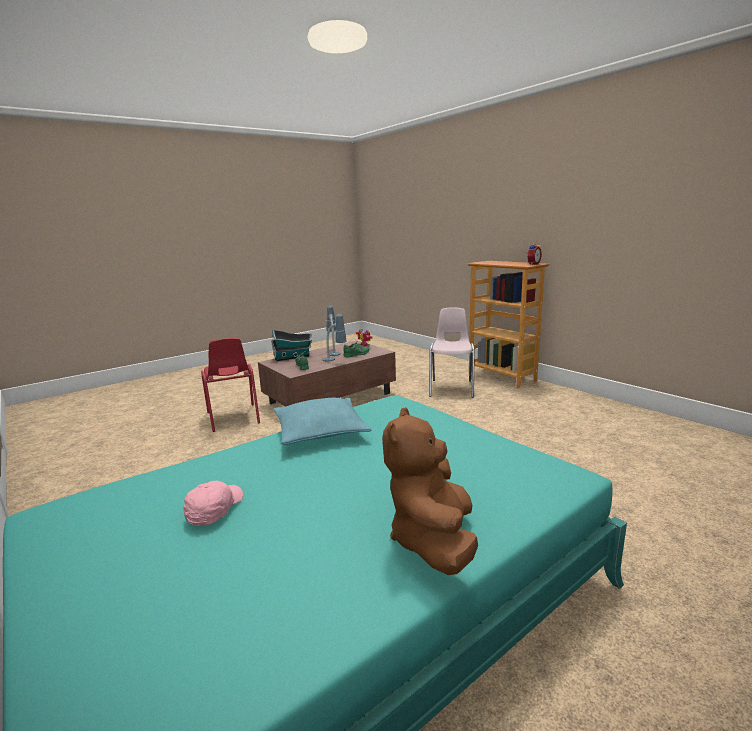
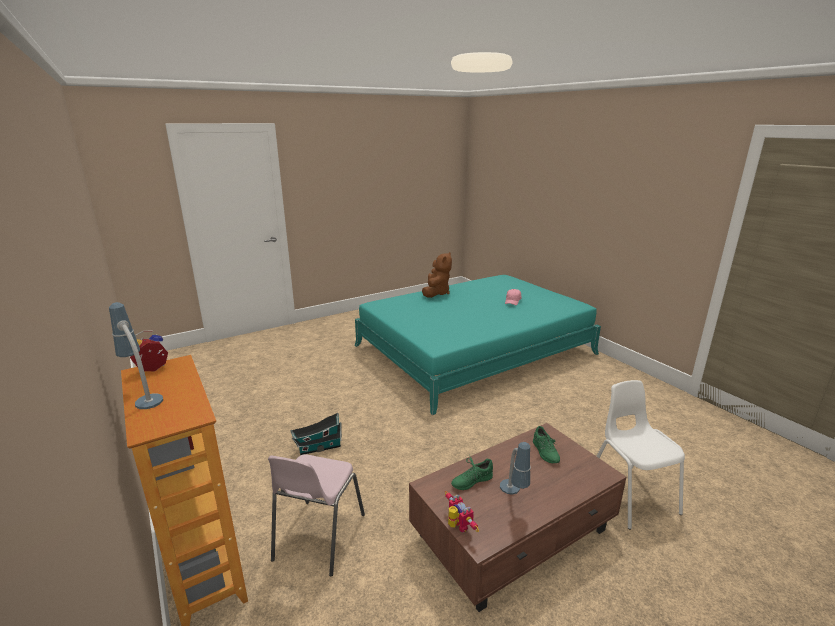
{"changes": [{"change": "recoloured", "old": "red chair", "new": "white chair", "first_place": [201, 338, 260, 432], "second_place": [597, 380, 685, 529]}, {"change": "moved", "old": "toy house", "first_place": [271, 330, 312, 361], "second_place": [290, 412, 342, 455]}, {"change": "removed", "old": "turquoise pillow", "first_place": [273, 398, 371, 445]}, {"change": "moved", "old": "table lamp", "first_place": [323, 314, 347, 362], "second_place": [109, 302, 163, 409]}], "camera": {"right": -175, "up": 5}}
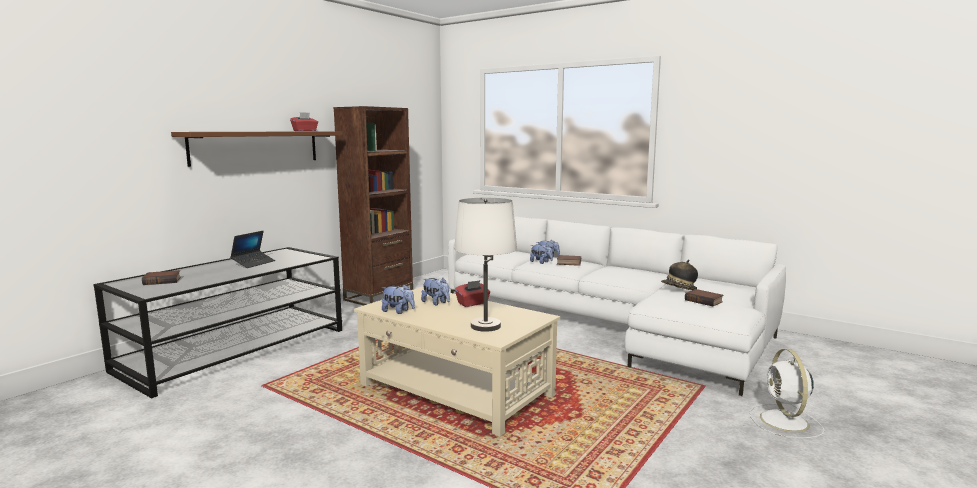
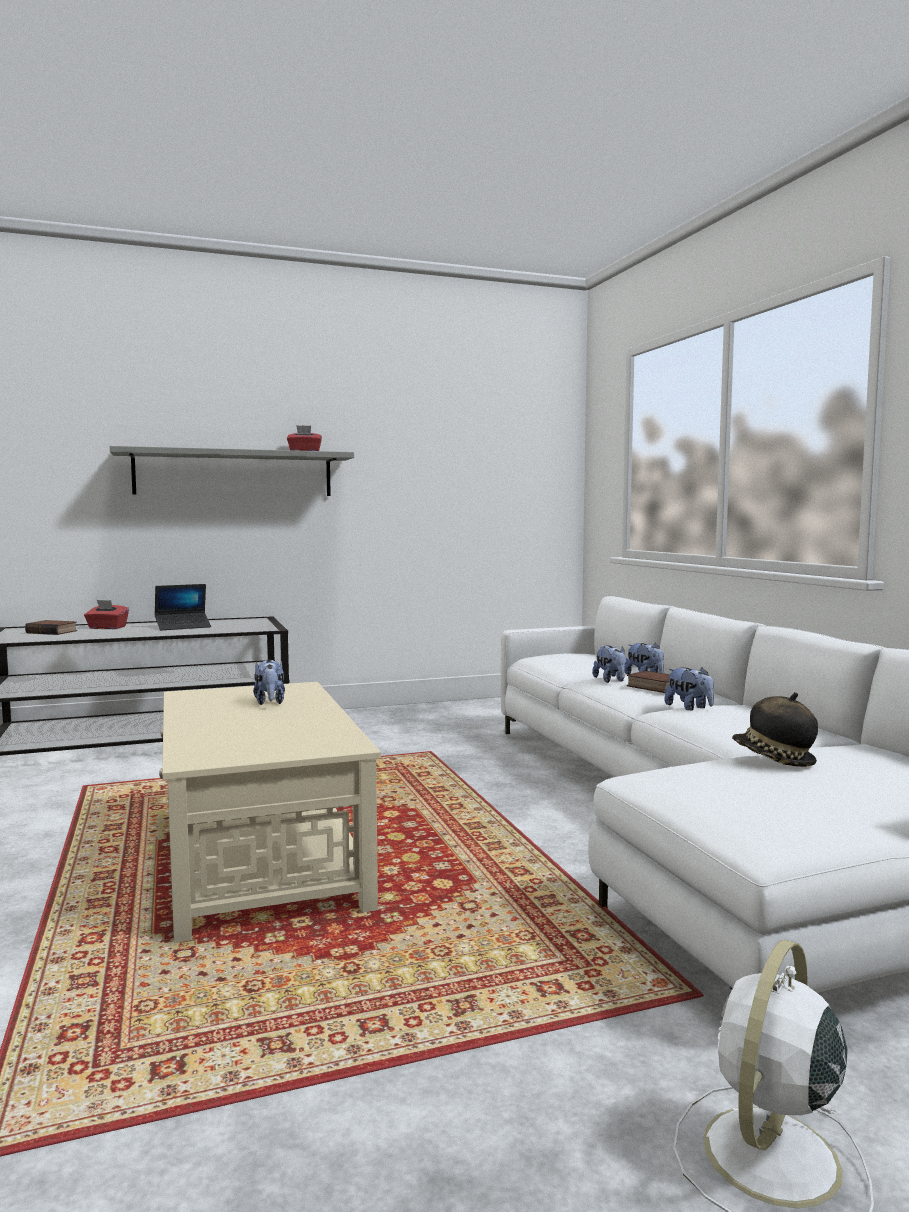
{"changes": [{"change": "recoloured", "old": "brown shelf", "new": "grey shelf", "first_place": [171, 131, 342, 167], "second_place": [110, 446, 354, 496]}, {"change": "removed", "old": "brown bookcase", "first_place": [333, 106, 413, 306]}, {"change": "moved", "old": "plush toy", "first_place": [382, 284, 415, 314], "second_place": [664, 667, 714, 710]}, {"change": "removed", "old": "white table lamp", "first_place": [454, 198, 517, 332]}, {"change": "moved", "old": "red tissue box", "first_place": [455, 280, 490, 307], "second_place": [84, 600, 129, 629]}, {"change": "removed", "old": "book", "first_place": [685, 289, 723, 307]}], "camera": {"right": 35, "up": -5}}
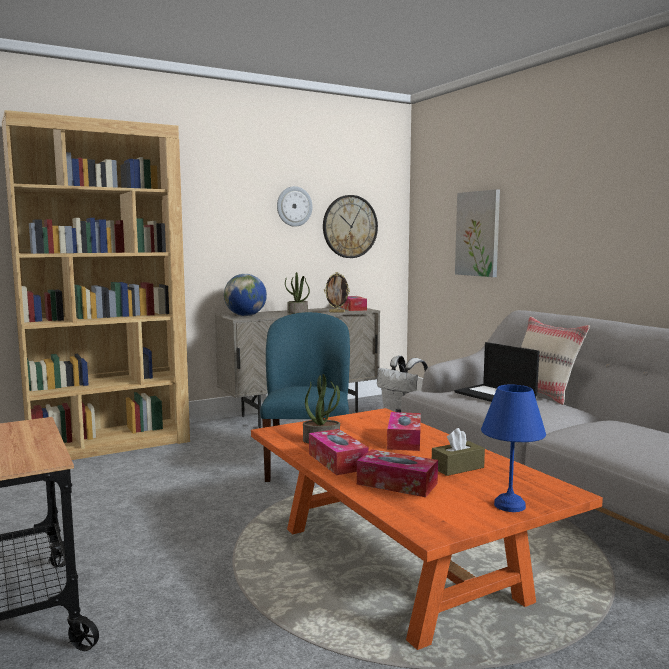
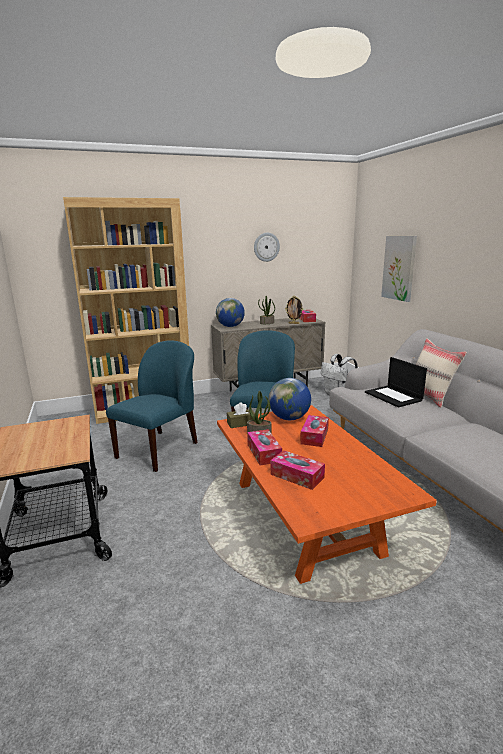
{"changes": [{"change": "removed", "old": "wall clock", "first_place": [323, 195, 378, 258]}, {"change": "moved", "old": "brown tissue box", "first_place": [432, 428, 485, 476], "second_place": [227, 402, 255, 428]}, {"change": "removed", "old": "blue table lamp", "first_place": [481, 385, 546, 512]}, {"change": "added", "new": "blue chair", "second_place": [106, 340, 198, 472]}, {"change": "added", "new": "globe", "second_place": [268, 378, 311, 420]}], "camera": {"right": 10, "up": 10}}
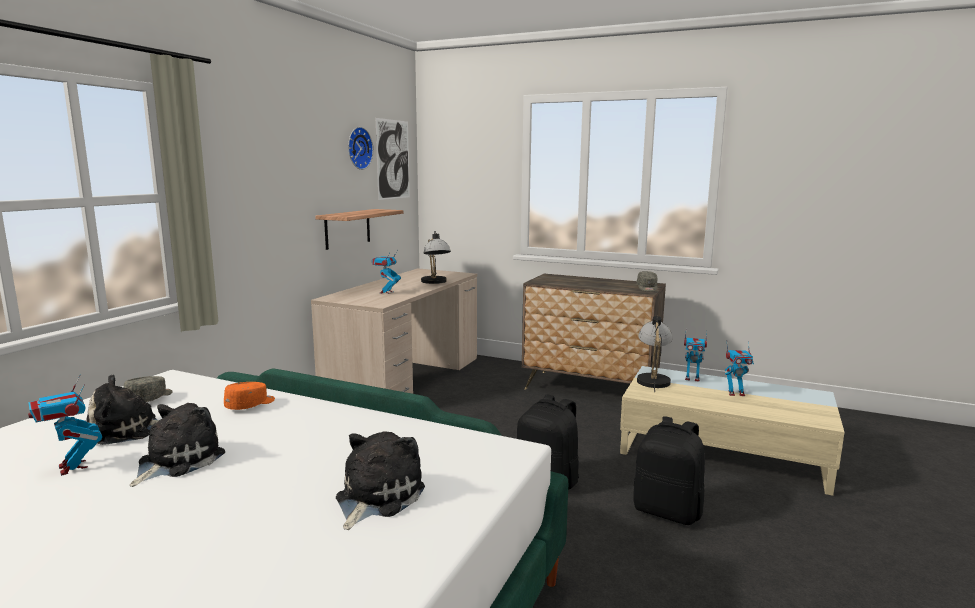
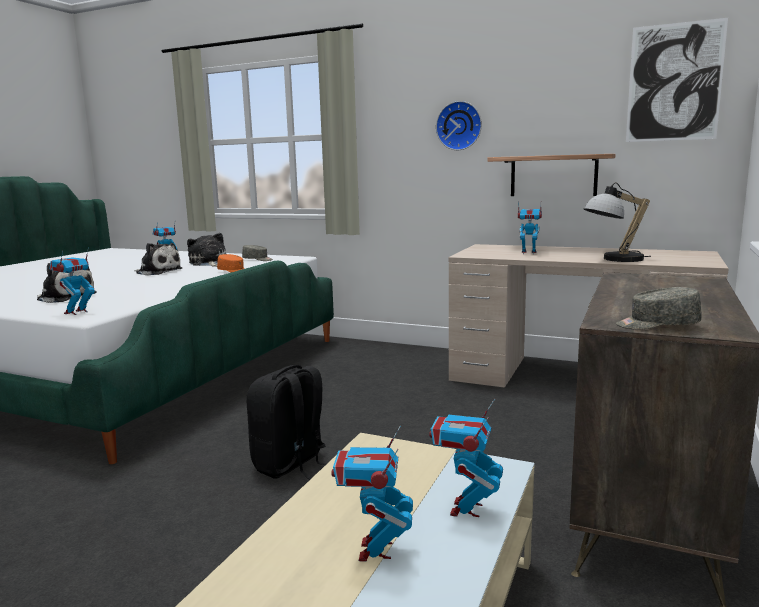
{"changes": [{"change": "moved", "old": "wall clock", "first_place": [348, 127, 373, 170], "second_place": [436, 101, 482, 150]}, {"change": "removed", "old": "black backpack", "first_place": [633, 416, 705, 525]}, {"change": "removed", "old": "table lamp", "first_place": [637, 315, 672, 392]}, {"change": "added", "new": "toy robot", "second_place": [50, 247, 95, 315]}], "camera": {"right": 90, "up": 0}}
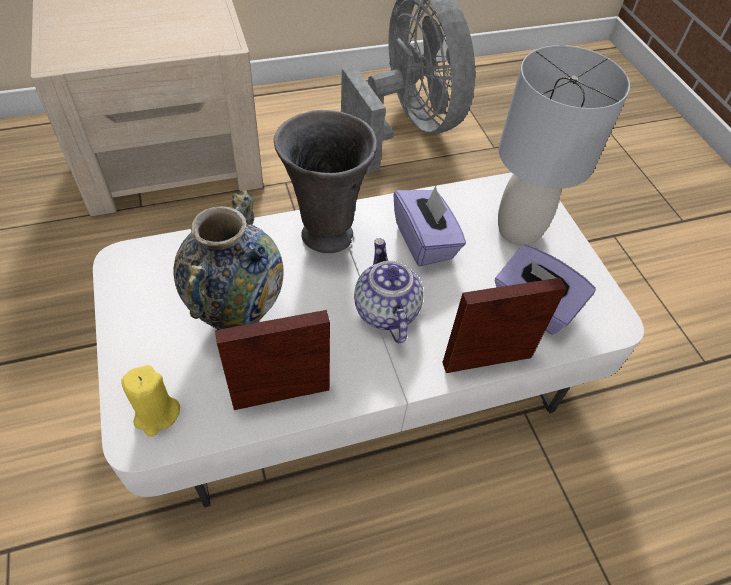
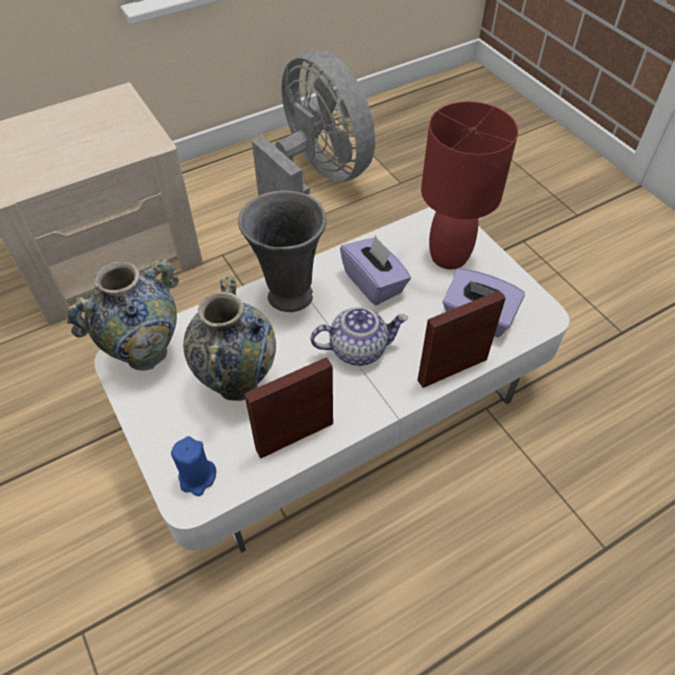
{"changes": [{"change": "recoloured", "old": "yellow candle", "new": "blue candle", "first_place": [121, 365, 180, 437], "second_place": [171, 436, 216, 496]}, {"change": "turned", "old": "teapot", "first_place": [354, 238, 423, 343], "second_place": [310, 307, 408, 366], "degrees": 105}, {"change": "recoloured", "old": "grey table lamp", "new": "red table lamp", "first_place": [498, 45, 630, 246], "second_place": [421, 101, 518, 269]}, {"change": "added", "new": "vase", "second_place": [67, 258, 179, 371]}], "camera": {"right": -10, "up": 0}}
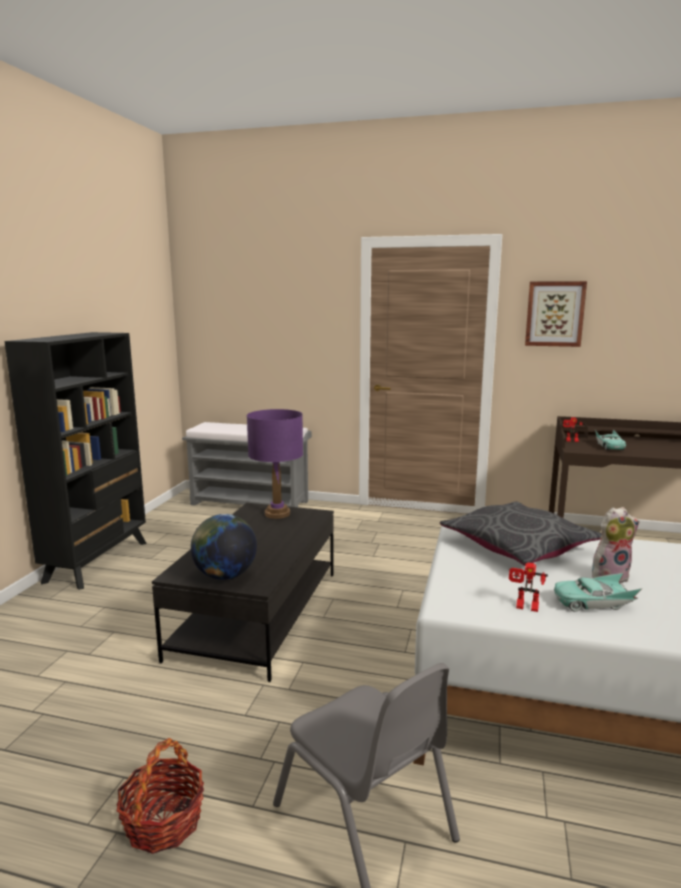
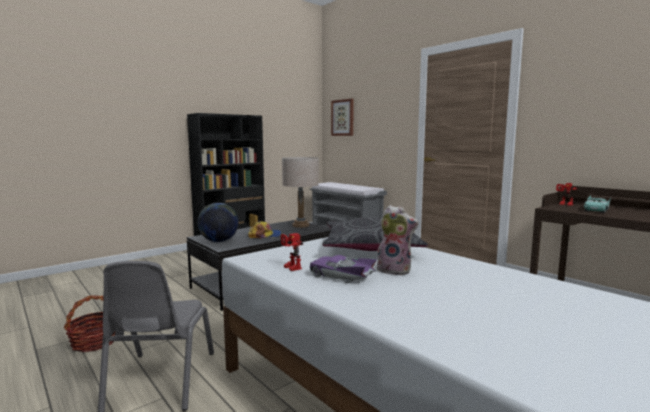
{"changes": [{"change": "recoloured", "old": "purple table lamp", "new": "beige table lamp", "first_place": [247, 409, 303, 519], "second_place": [282, 157, 319, 228]}, {"change": "moved", "old": "picture", "first_place": [525, 281, 587, 347], "second_place": [331, 99, 354, 136]}, {"change": "recoloured", "old": "turquoise toy car", "new": "purple toy car", "first_place": [554, 573, 641, 612], "second_place": [310, 255, 377, 283]}, {"change": "added", "new": "cap", "second_place": [248, 221, 281, 239]}], "camera": {"right": 35, "up": -5}}
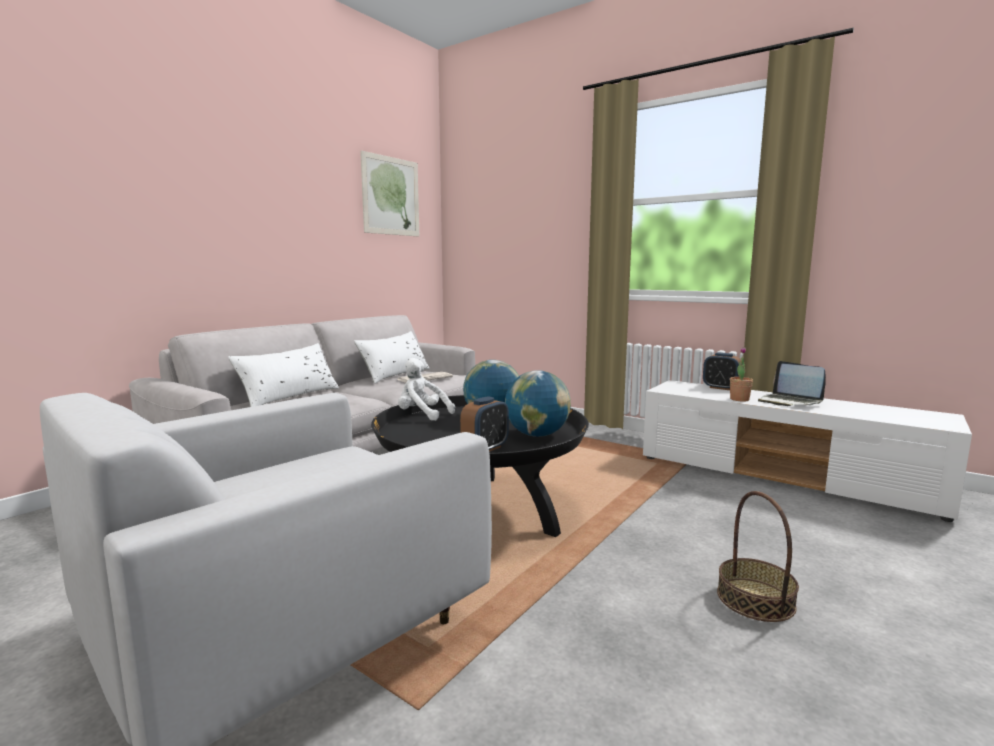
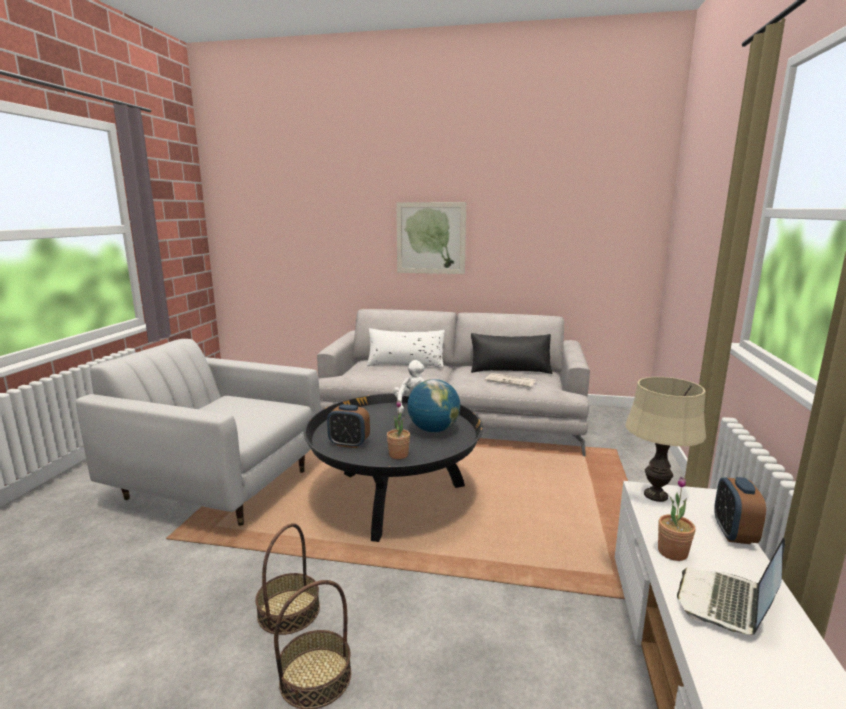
{"changes": [{"change": "recoloured", "old": "white pillow", "new": "black pillow", "first_place": [354, 331, 430, 384], "second_place": [471, 333, 553, 374]}, {"change": "moved", "old": "picture", "first_place": [360, 150, 419, 236], "second_place": [396, 202, 466, 274]}, {"change": "replaced", "old": "globe", "new": "potted plant", "first_place": [505, 370, 571, 437], "second_place": [387, 400, 410, 459]}, {"change": "added", "new": "basket", "second_place": [255, 523, 320, 635]}, {"change": "added", "new": "beige table lamp", "second_place": [626, 377, 706, 502]}], "camera": {"right": 65, "up": 5}}
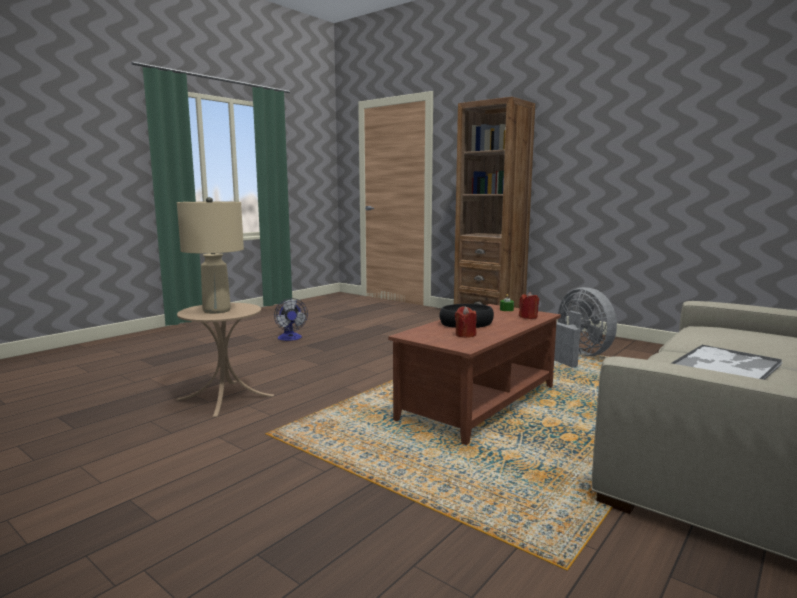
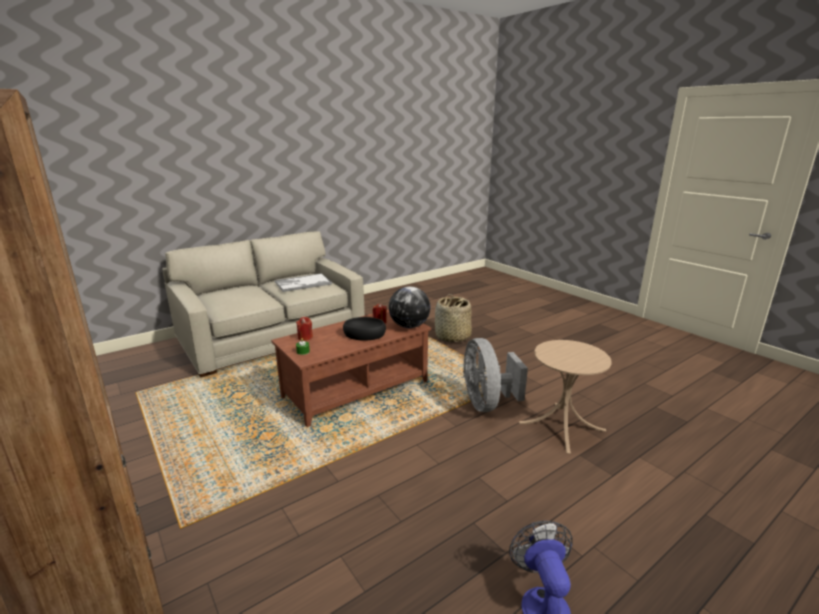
{"changes": [{"change": "removed", "old": "beige table lamp", "first_place": [177, 197, 244, 314]}, {"change": "moved", "old": "grey fan", "first_place": [554, 287, 617, 368], "second_place": [463, 338, 528, 412]}, {"change": "added", "new": "globe", "second_place": [389, 286, 431, 328]}, {"change": "added", "new": "basket", "second_place": [435, 294, 472, 342]}], "camera": {"right": -165, "up": 10}}
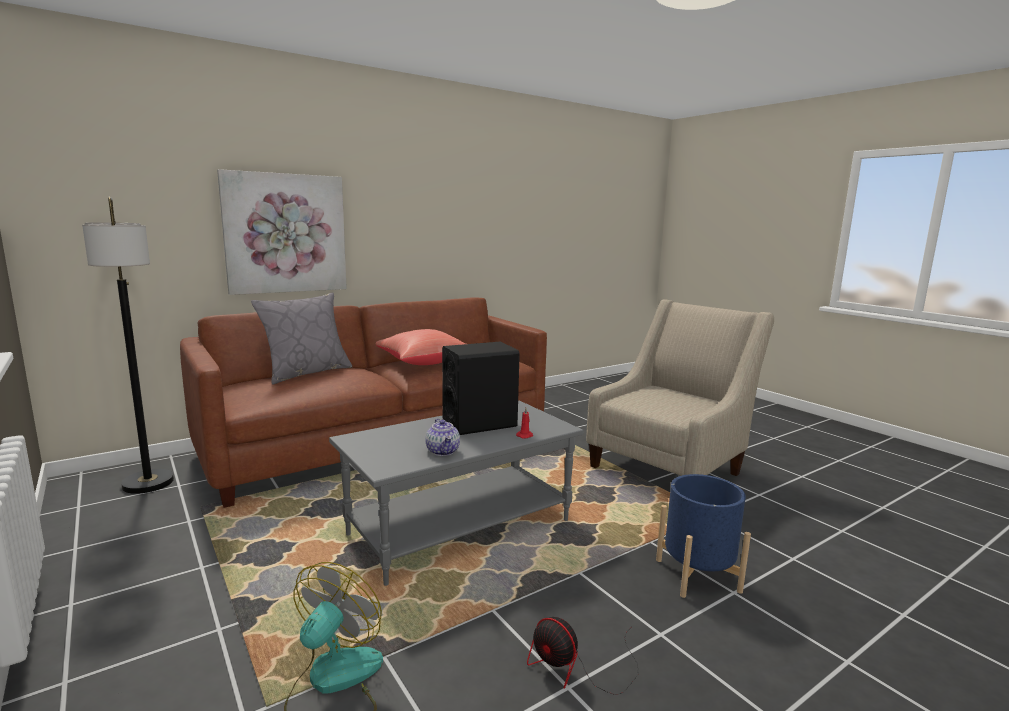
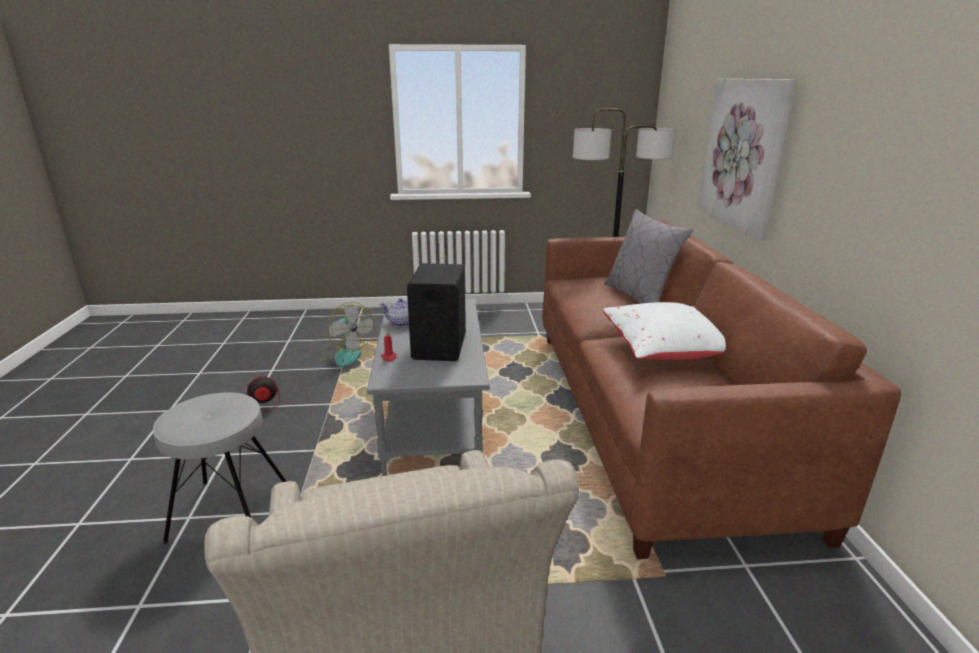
{"changes": [{"change": "recoloured", "old": "red pillow", "new": "white pillow", "first_place": [375, 329, 466, 365], "second_place": [603, 302, 726, 360]}, {"change": "replaced", "old": "blue planter", "new": "grey stool", "first_place": [656, 474, 751, 598], "second_place": [153, 393, 286, 544]}], "camera": {"right": 120, "up": 10}}
